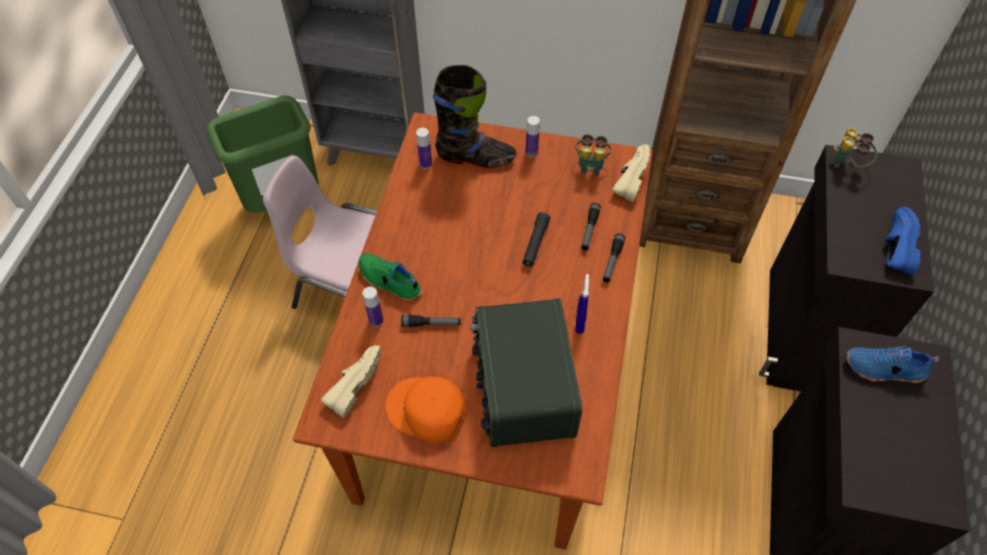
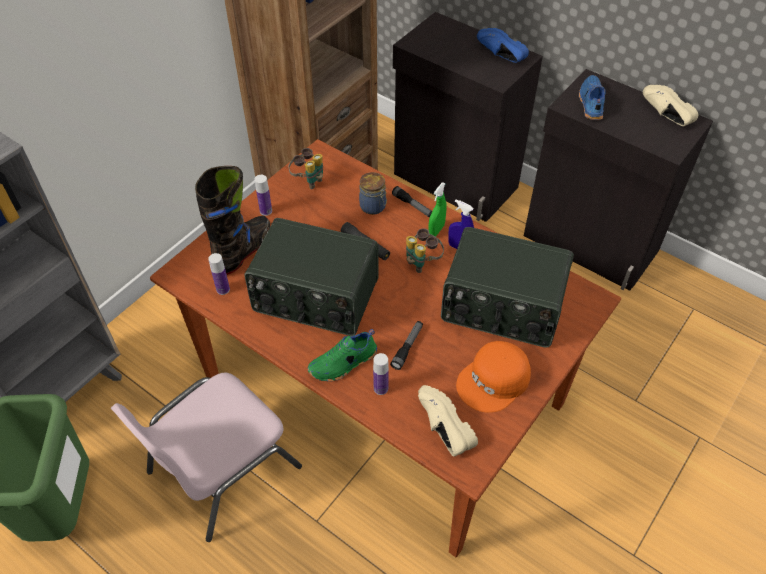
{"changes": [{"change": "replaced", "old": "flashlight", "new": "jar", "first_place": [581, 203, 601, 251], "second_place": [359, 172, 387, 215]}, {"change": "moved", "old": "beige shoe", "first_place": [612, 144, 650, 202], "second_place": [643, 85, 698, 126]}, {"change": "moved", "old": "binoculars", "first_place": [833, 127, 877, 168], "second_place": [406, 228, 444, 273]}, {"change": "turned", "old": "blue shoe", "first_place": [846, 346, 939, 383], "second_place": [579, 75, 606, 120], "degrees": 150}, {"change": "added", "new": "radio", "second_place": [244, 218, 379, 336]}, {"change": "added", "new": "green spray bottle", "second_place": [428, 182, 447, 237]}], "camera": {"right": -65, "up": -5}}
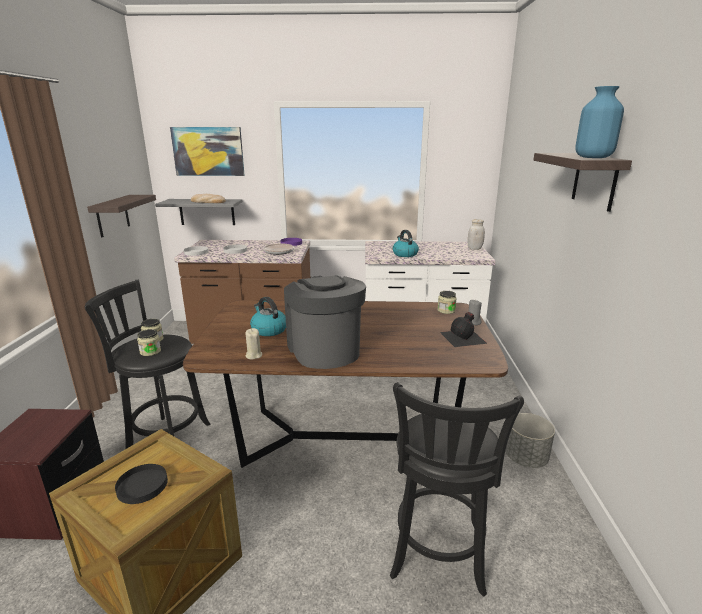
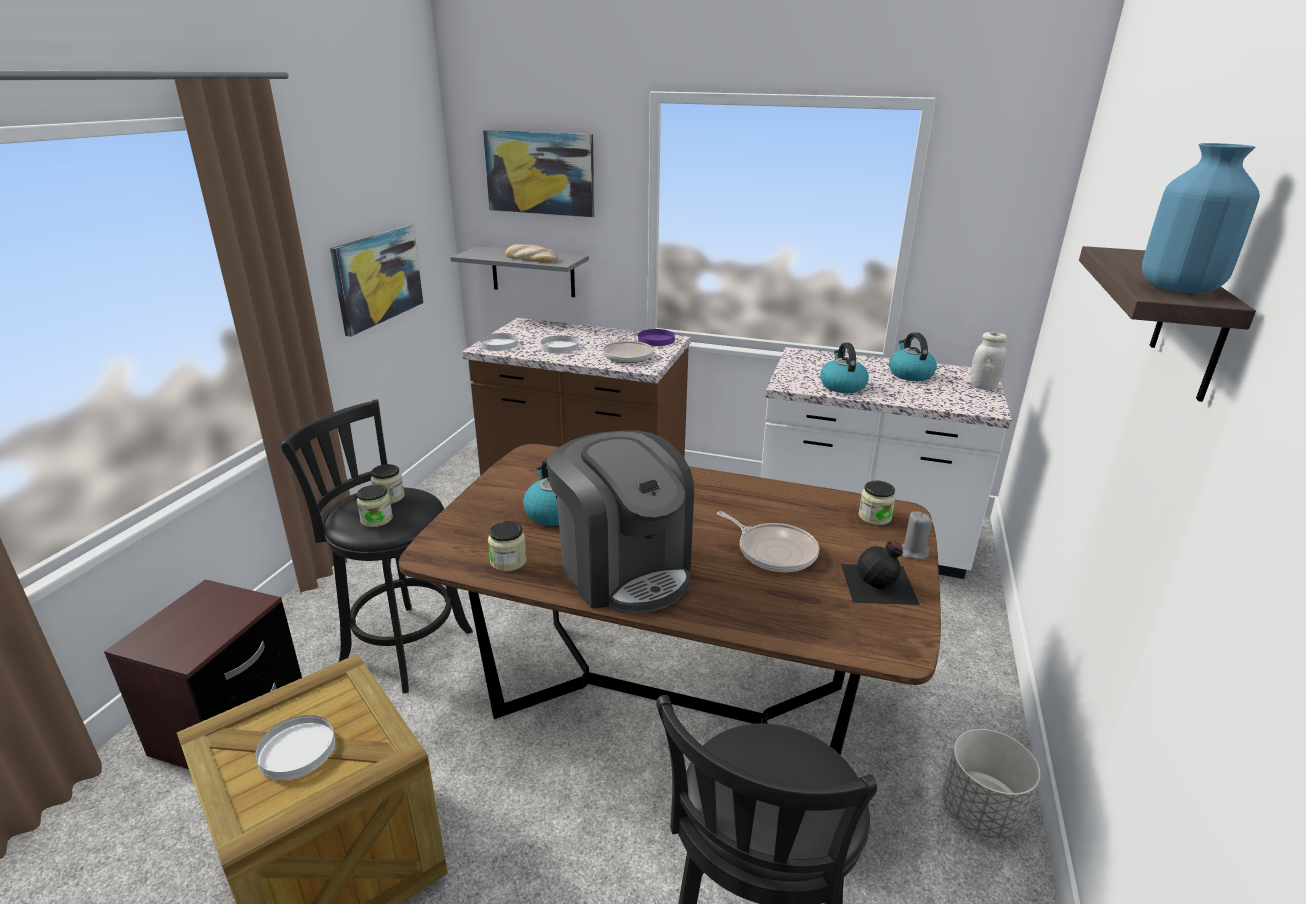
{"changes": [{"change": "replaced", "old": "shelf", "new": "picture", "first_place": [87, 195, 156, 238], "second_place": [330, 225, 423, 337]}, {"change": "recoloured", "old": "black plate", "new": "white plate", "first_place": [115, 464, 168, 504], "second_place": [255, 715, 335, 780]}, {"change": "replaced", "old": "beige candle", "new": "jar", "first_place": [245, 328, 262, 359], "second_place": [488, 521, 527, 571]}, {"change": "turned", "old": "coffee machine", "first_place": [284, 275, 366, 369], "second_place": [547, 431, 694, 614], "degrees": 150}, {"change": "added", "new": "frying pan", "second_place": [717, 511, 819, 572]}, {"change": "added", "new": "kettle", "second_place": [889, 332, 937, 381]}], "camera": {"right": 15, "up": 5}}
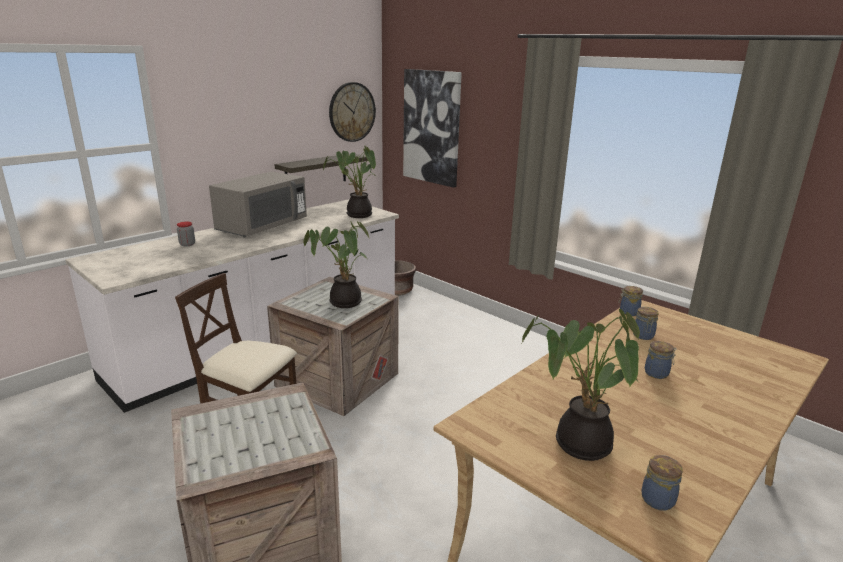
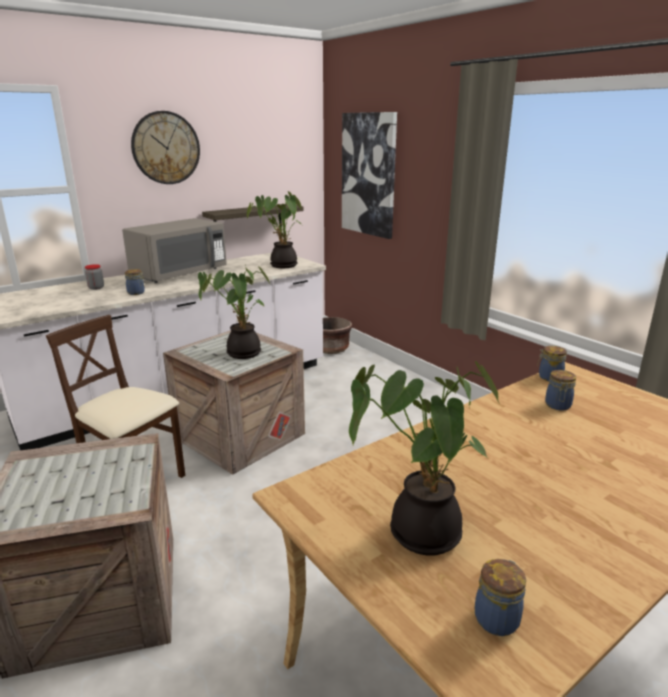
{"changes": [{"change": "moved", "old": "wall clock", "first_place": [329, 82, 376, 142], "second_place": [131, 111, 200, 184]}, {"change": "moved", "old": "jar", "first_place": [645, 341, 677, 379], "second_place": [125, 269, 145, 295]}], "camera": {"right": 10, "up": 0}}
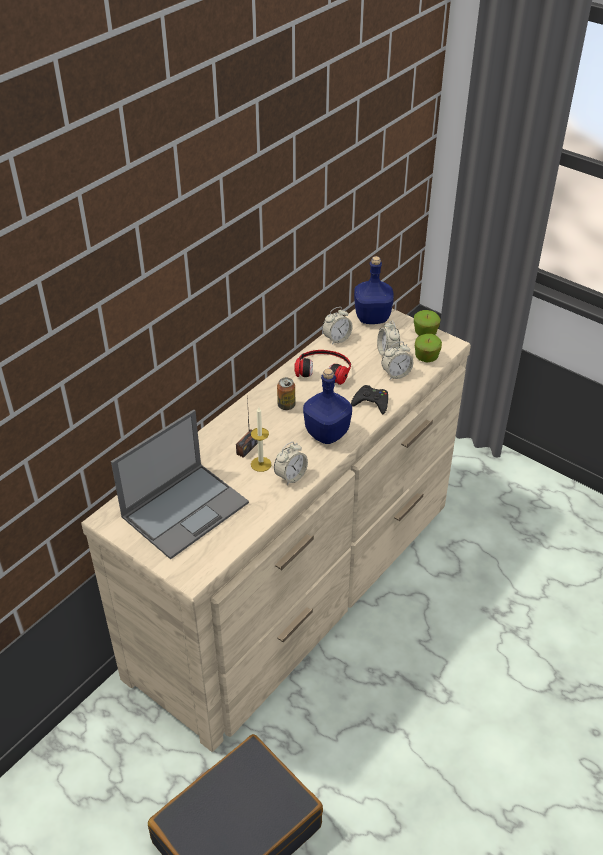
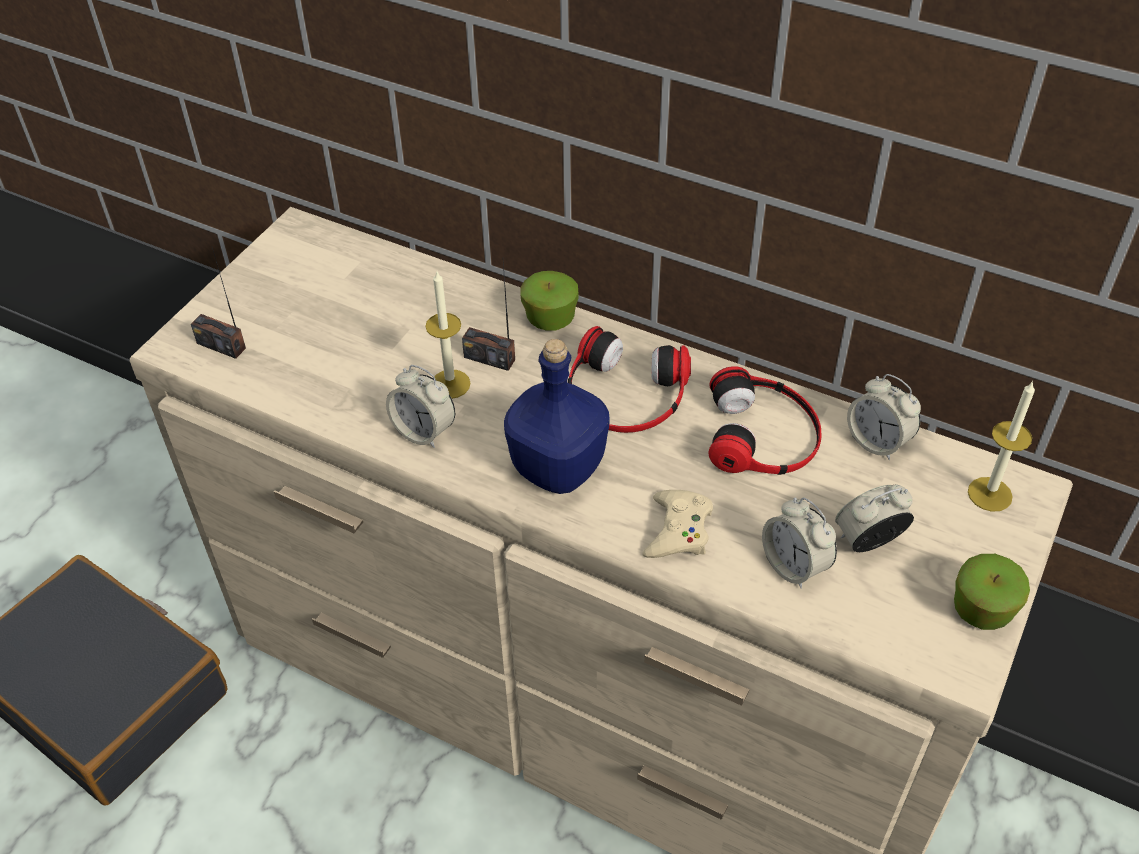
{"changes": [{"change": "removed", "old": "laptop", "first_place": [111, 410, 249, 560]}, {"change": "replaced", "old": "can", "new": "headphones", "first_place": [277, 377, 296, 410], "second_place": [568, 326, 691, 433]}, {"change": "recoloured", "old": "black game controller", "new": "beige game controller", "first_place": [351, 385, 388, 415], "second_place": [642, 490, 713, 558]}, {"change": "replaced", "old": "blue bottle", "new": "candle", "first_place": [354, 256, 394, 324], "second_place": [968, 381, 1035, 512]}, {"change": "moved", "old": "apple", "first_place": [415, 334, 442, 362], "second_place": [520, 271, 578, 331]}, {"change": "added", "new": "radio", "second_place": [191, 248, 246, 359]}], "camera": {"right": 80, "up": 5}}
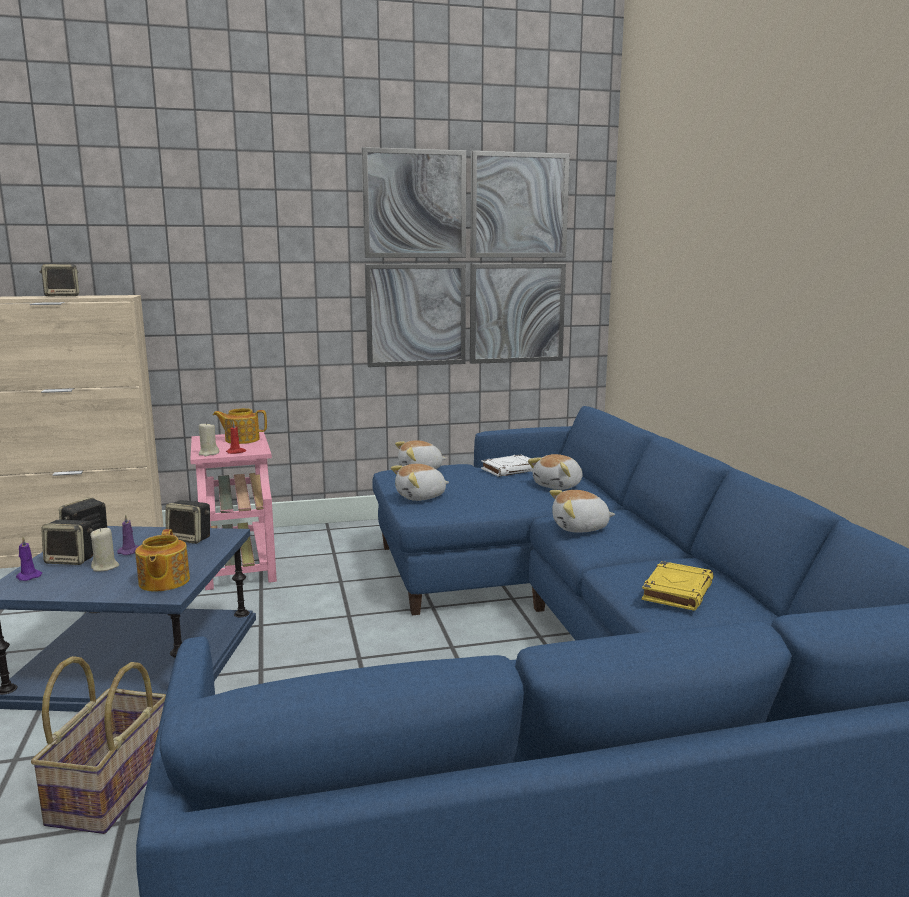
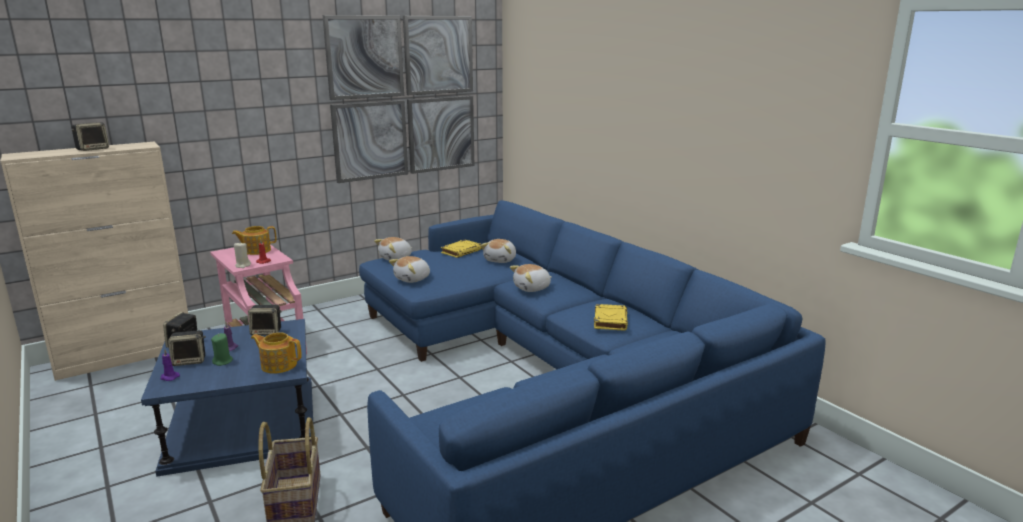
{"changes": [{"change": "recoloured", "old": "beige candle", "new": "green candle", "first_place": [90, 527, 119, 572], "second_place": [211, 333, 233, 366]}, {"change": "turned", "old": "teapot", "first_place": [135, 529, 190, 591], "second_place": [251, 332, 302, 374], "degrees": 135}, {"change": "recoloured", "old": "white book", "new": "yellow book", "first_place": [481, 454, 533, 477], "second_place": [441, 239, 482, 258]}], "camera": {"right": -20, "up": 5}}
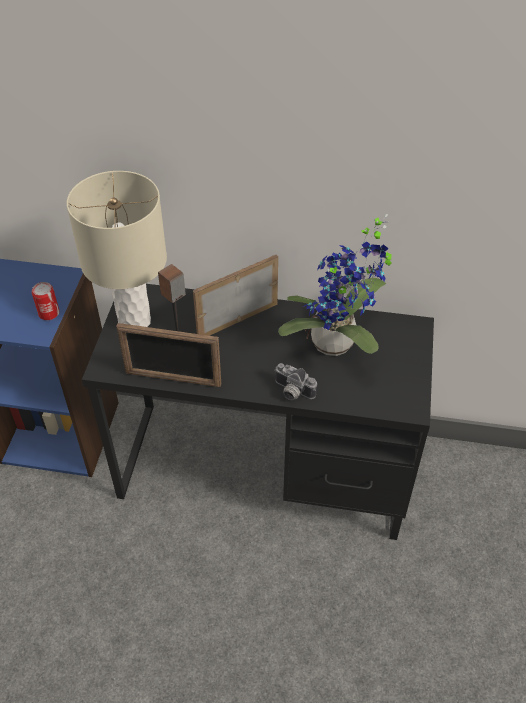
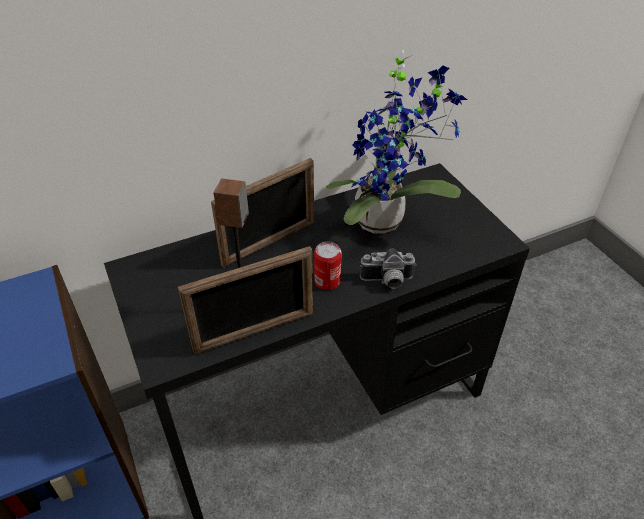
{"changes": [{"change": "moved", "old": "can", "first_place": [32, 282, 59, 320], "second_place": [314, 242, 342, 290]}, {"change": "removed", "old": "beige table lamp", "first_place": [67, 171, 167, 327]}, {"change": "turned", "old": "picture frame", "first_place": [193, 255, 278, 336], "second_place": [211, 158, 314, 268], "degrees": -150}], "camera": {"right": -35, "up": -5}}
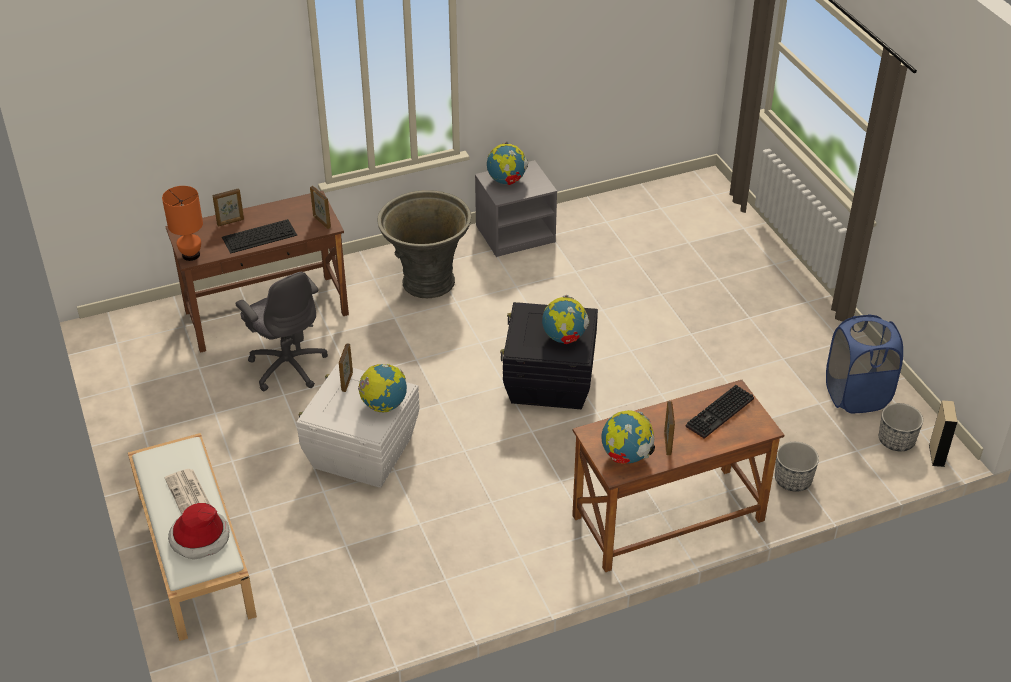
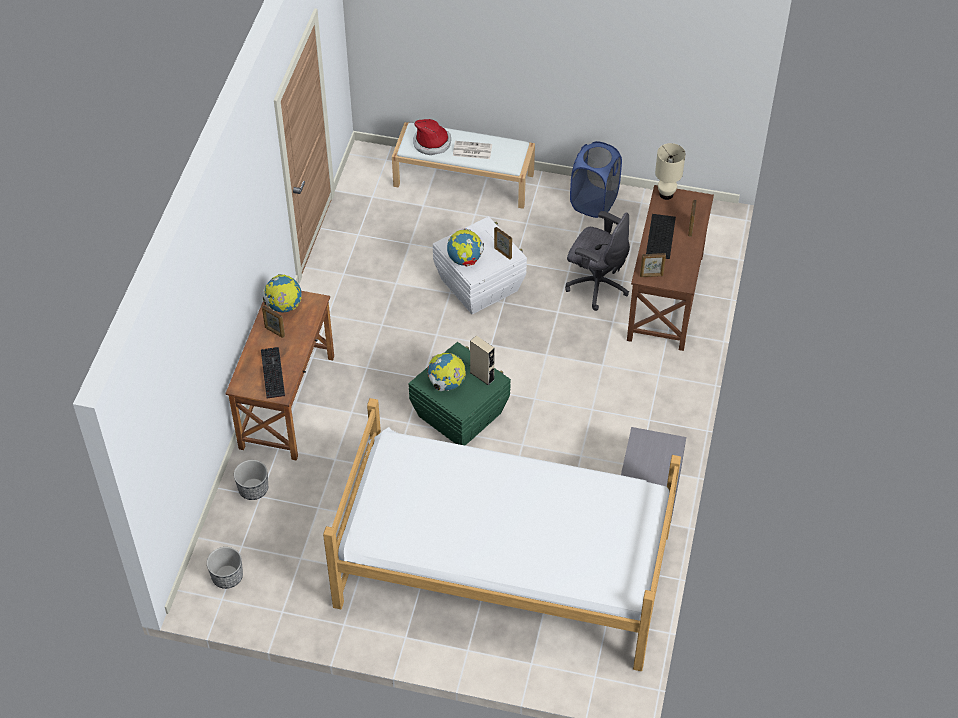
{"changes": [{"change": "recoloured", "old": "orange table lamp", "new": "beige table lamp", "first_place": [162, 186, 203, 261], "second_place": [655, 143, 686, 200]}, {"change": "turned", "old": "grey office chair", "first_place": [235, 272, 328, 391], "second_place": [565, 211, 630, 311], "degrees": -150}, {"change": "removed", "old": "grey planter", "first_place": [378, 190, 471, 298]}, {"change": "removed", "old": "globe", "first_place": [487, 141, 528, 185]}, {"change": "recoloured", "old": "black storage box", "new": "green storage box", "first_place": [500, 302, 598, 409], "second_place": [409, 342, 511, 446]}, {"change": "moved", "old": "blue laundry basket", "first_place": [826, 314, 903, 413], "second_place": [570, 141, 622, 218]}, {"change": "moved", "old": "beige speaker", "first_place": [929, 400, 958, 467], "second_place": [470, 336, 495, 385]}, {"change": "added", "new": "bed", "second_place": [323, 398, 681, 671]}], "camera": {"right": 125, "up": 10}}
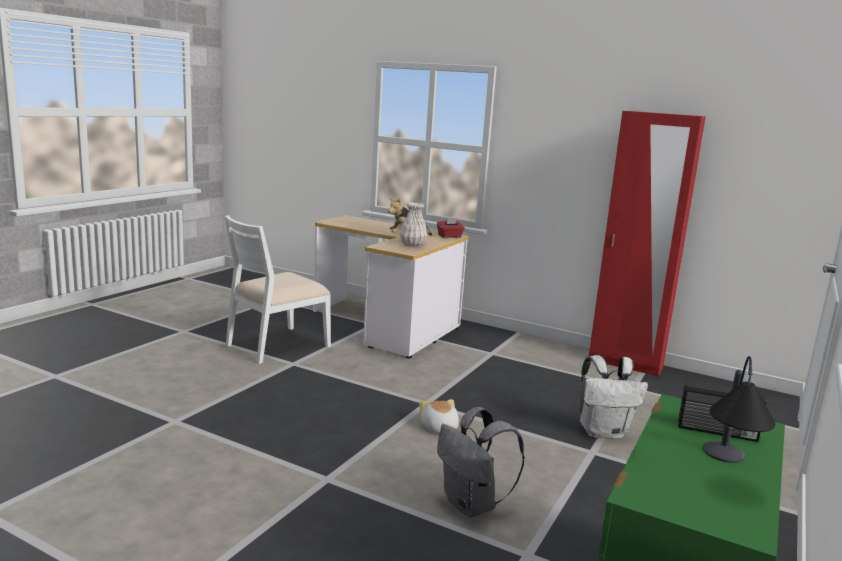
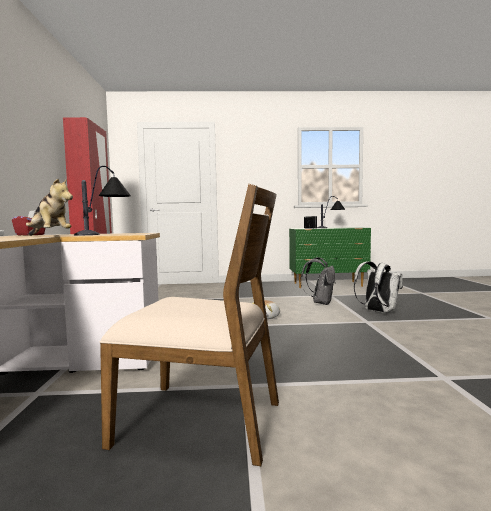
{"changes": [{"change": "recoloured", "old": "white chair", "new": "brown chair", "first_place": [224, 215, 331, 364], "second_place": [100, 184, 279, 466]}, {"change": "replaced", "old": "white vase", "new": "table lamp", "first_place": [400, 202, 427, 247], "second_place": [74, 166, 131, 235]}, {"change": "moved", "old": "white backpack", "first_place": [579, 355, 648, 439], "second_place": [354, 261, 403, 313]}], "camera": {"right": -120, "up": -10}}
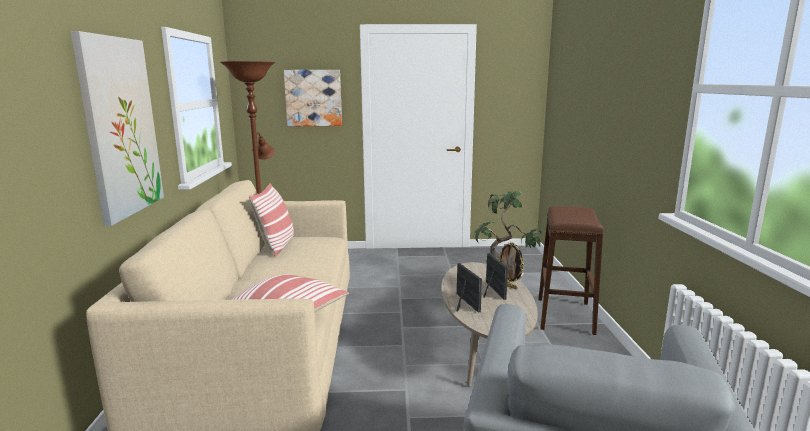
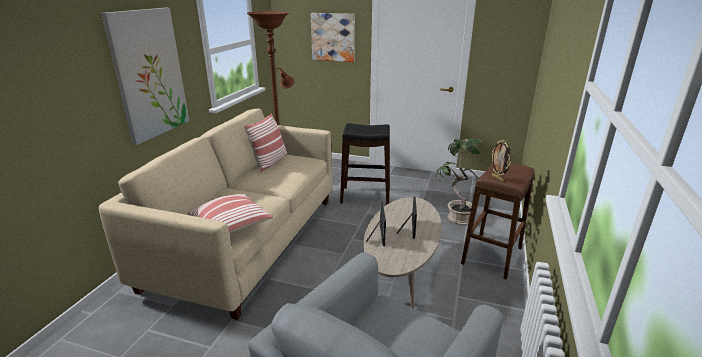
{"changes": [{"change": "moved", "old": "picture frame", "first_place": [498, 242, 524, 289], "second_place": [491, 140, 511, 182]}, {"change": "added", "new": "black stool", "second_place": [340, 123, 390, 205]}], "camera": {"right": 20, "up": 10}}
